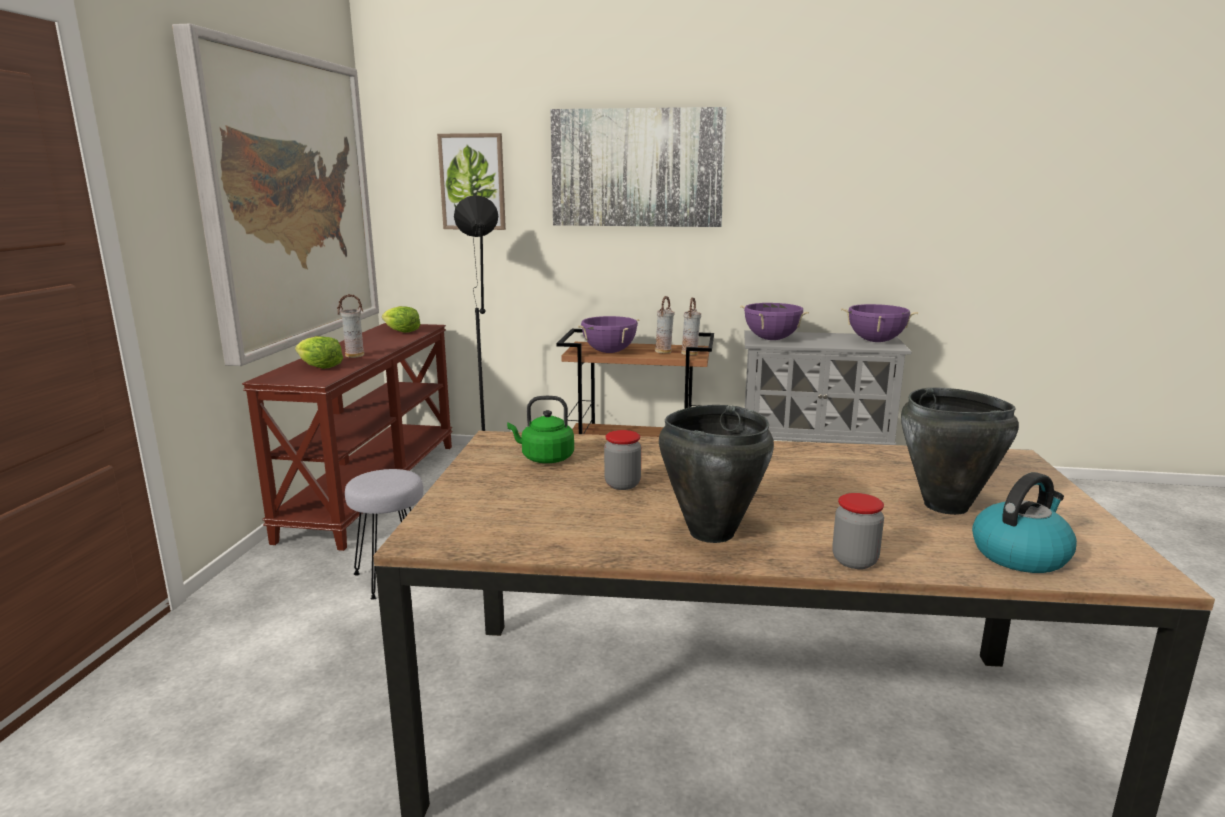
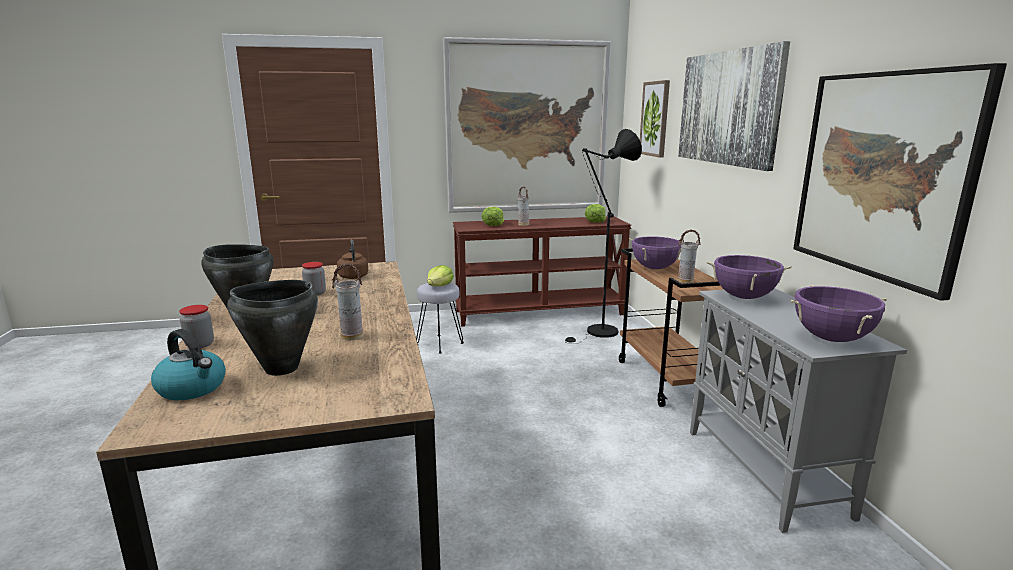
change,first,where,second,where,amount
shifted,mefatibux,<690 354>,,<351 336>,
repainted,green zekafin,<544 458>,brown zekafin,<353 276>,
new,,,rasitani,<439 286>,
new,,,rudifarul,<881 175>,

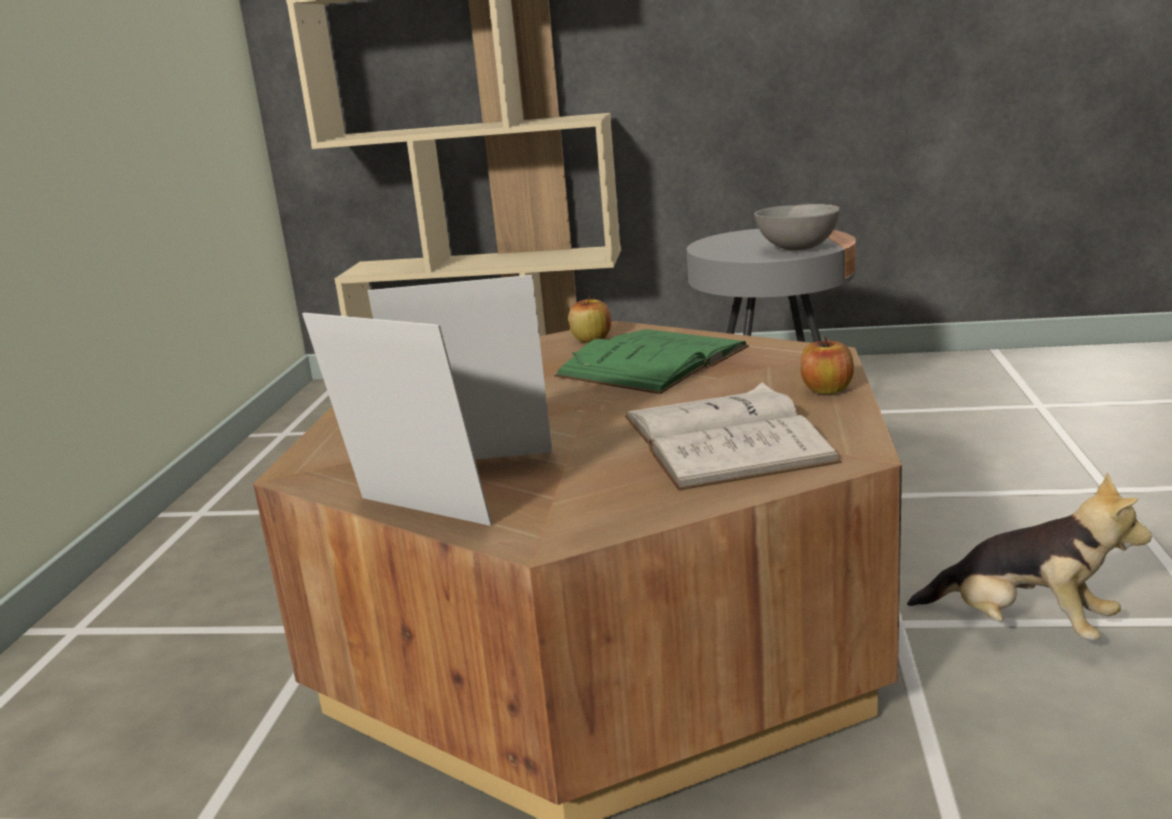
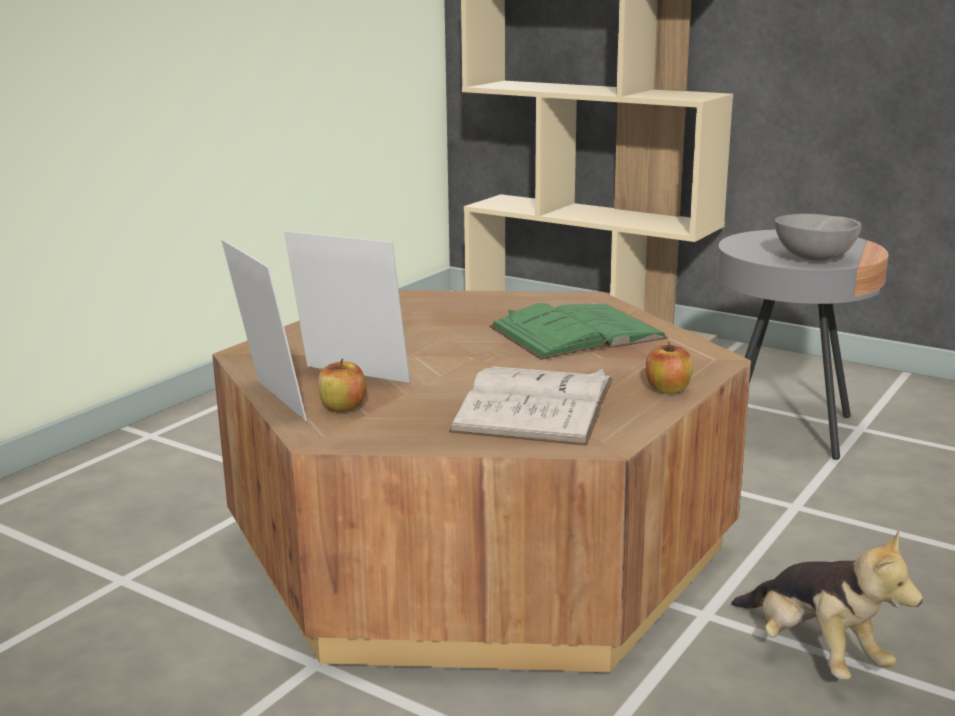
change,first,where,second,where,amount
shifted,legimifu,<591 339>,,<343 407>,

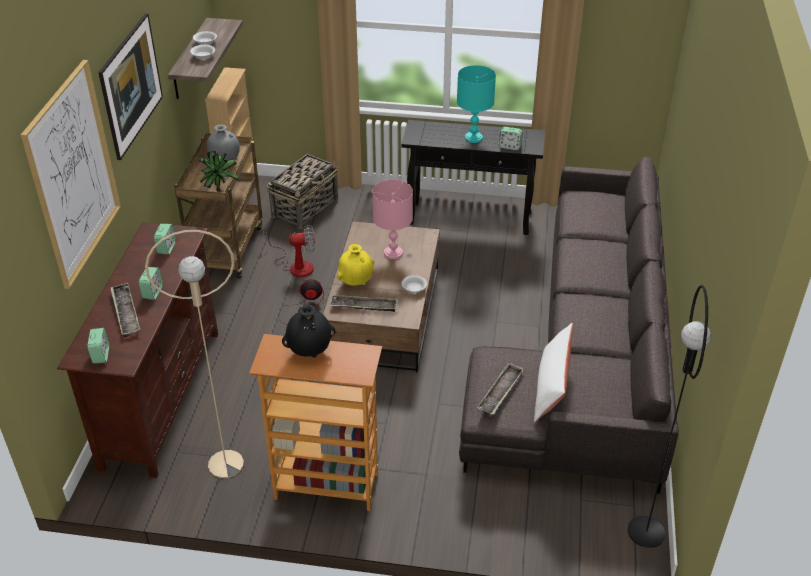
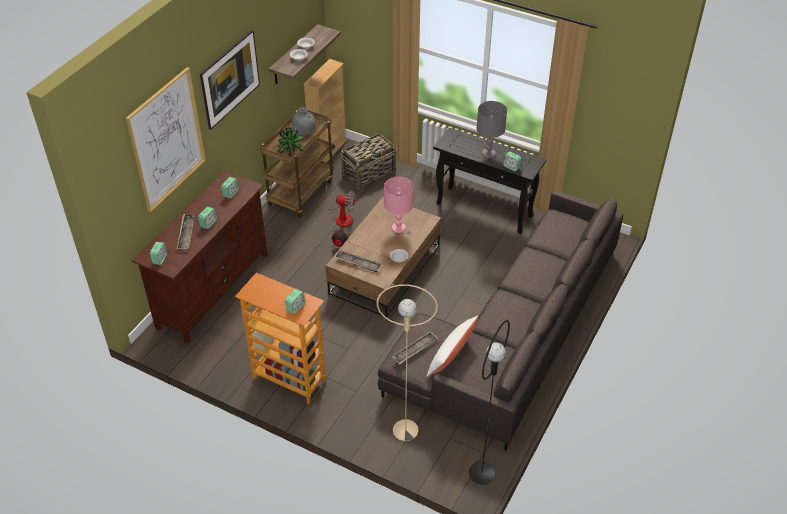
change,first,where,second,where,amount
new,,,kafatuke,<295 307>,
shifted,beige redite,<225 464>,,<405 430>,
repainted,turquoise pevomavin,<473 138>,grey pevomavin,<488 153>,
gone,black mefatibux,<310 351>,,,
gone,yellow mefatibux,<356 282>,,,

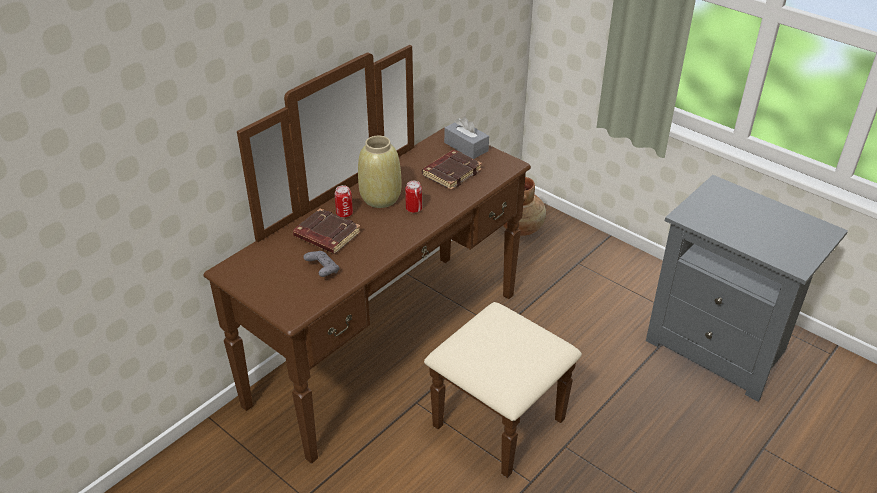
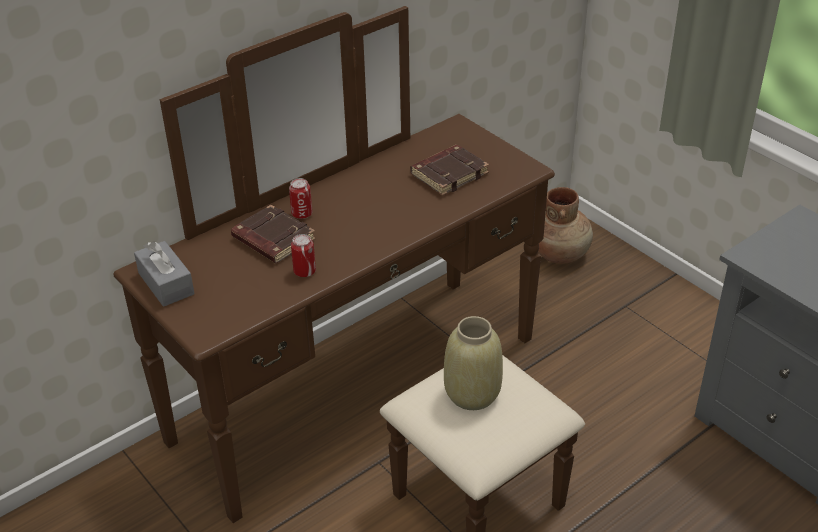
change,first,where,second,where,amount
shifted,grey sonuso,<466 147>,,<166 283>,
shifted,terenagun,<414 209>,,<304 271>,
shifted,beige mefatibux,<381 198>,,<473 394>,
gone,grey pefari,<322 270>,,,

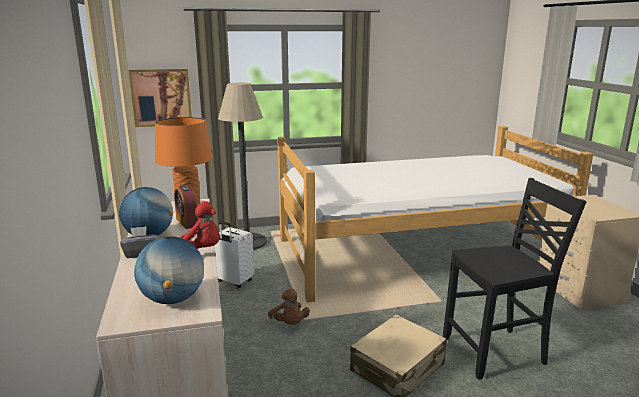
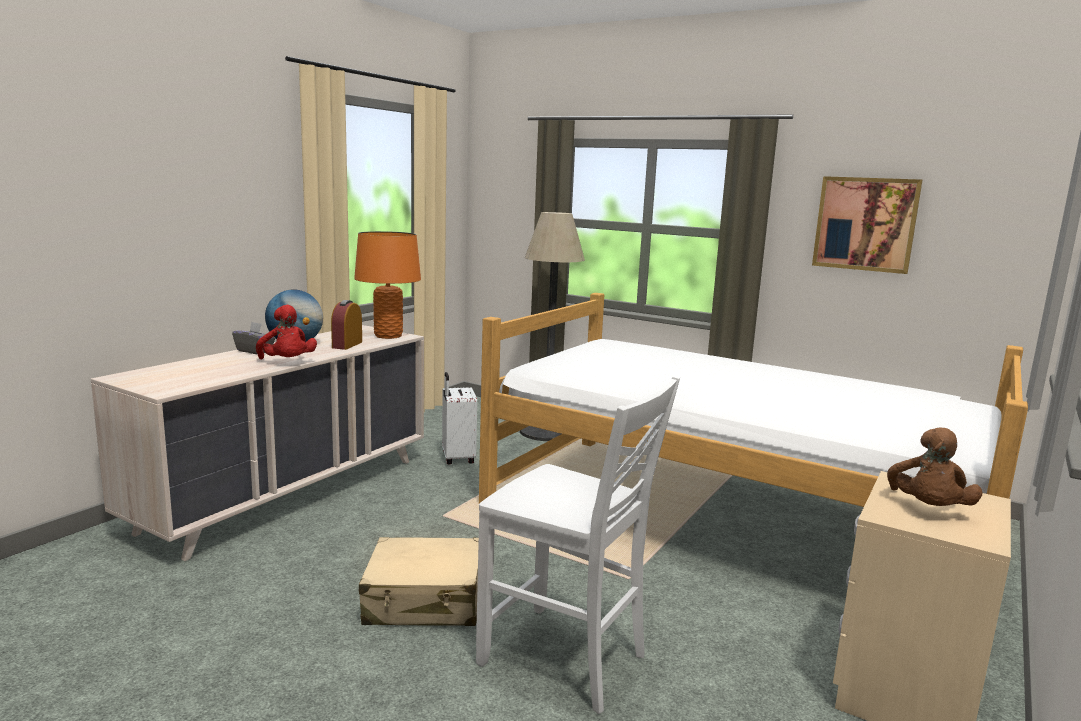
change,first,where,second,where,amount
repainted,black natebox,<496 352>,white natebox,<566 660>,
shifted,rudifarul,<161 97>,,<865 224>,
shifted,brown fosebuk,<289 324>,,<928 509>,
gone,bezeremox,<173 299>,,,

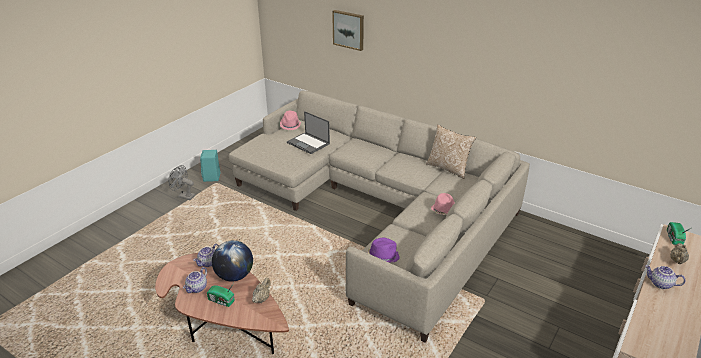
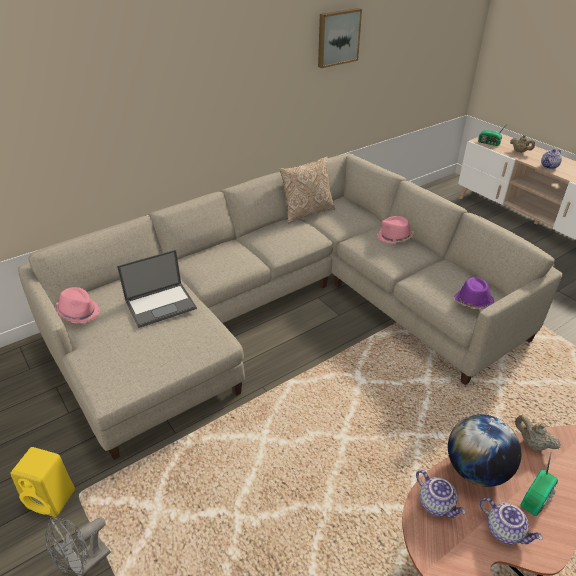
change,first,where,second,where,amount
repainted,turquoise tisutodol,<212 177>,yellow tisutodol,<53 498>,
shifted,rudifarul,<349 29>,,<337 37>,

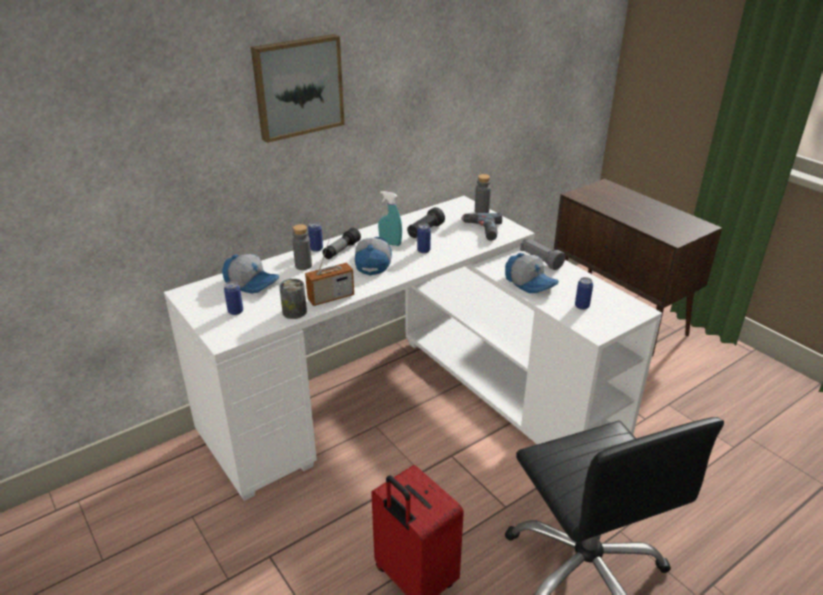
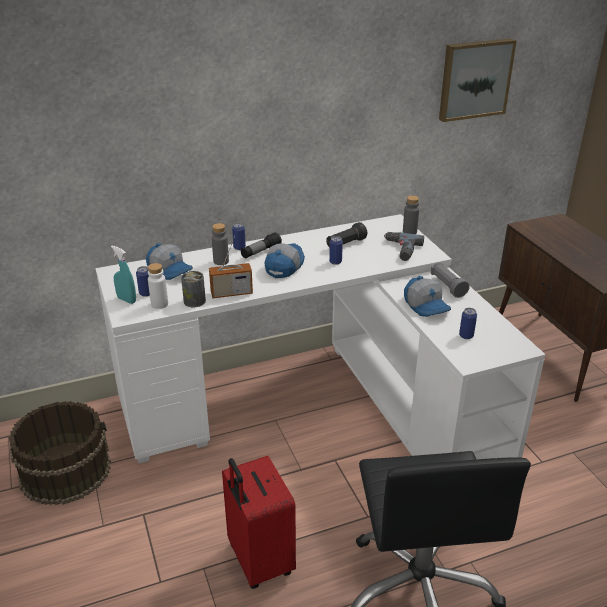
change,first,where,second,where,amount
new,,,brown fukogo,<65 470>,
shifted,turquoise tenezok,<390 243>,,<126 300>,
new,,,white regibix,<159 304>,
shifted,rudifarul,<297 86>,,<474 79>,

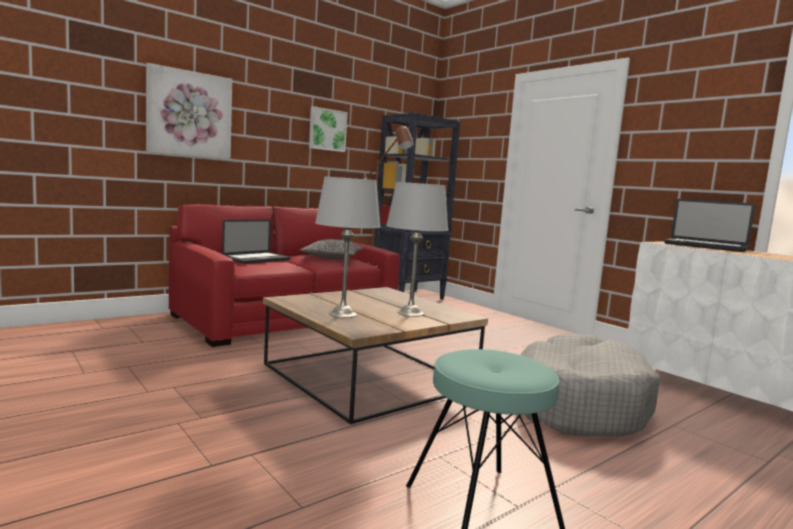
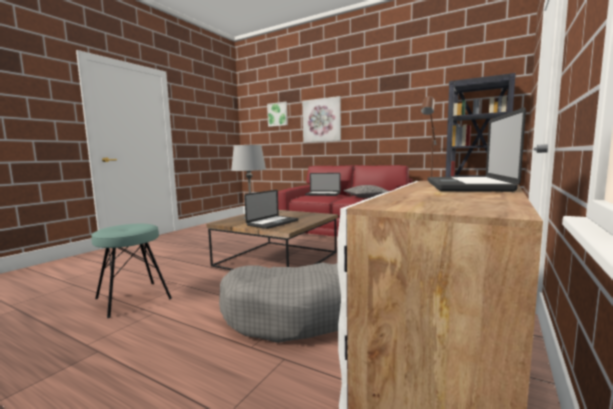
change,first,where,second,where,amount
swapped,grey pevomavin,<410 313>,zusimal,<273 223>,
shifted,rudifarul,<327 130>,,<278 114>,

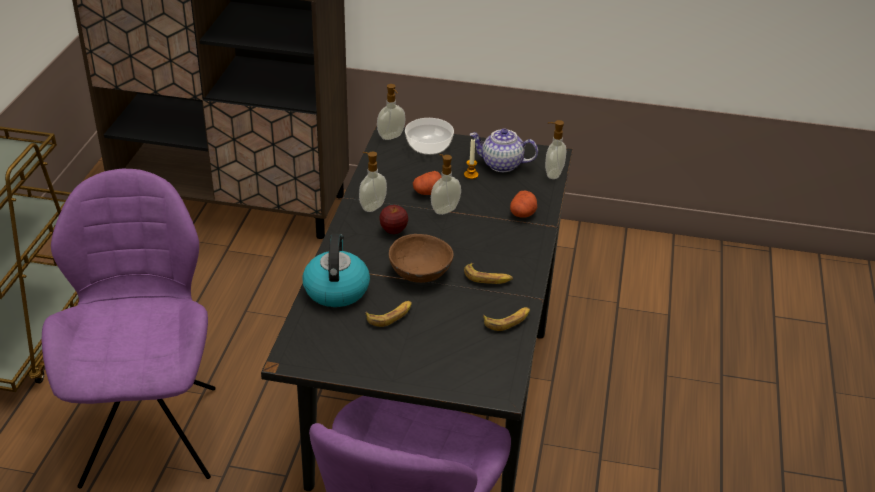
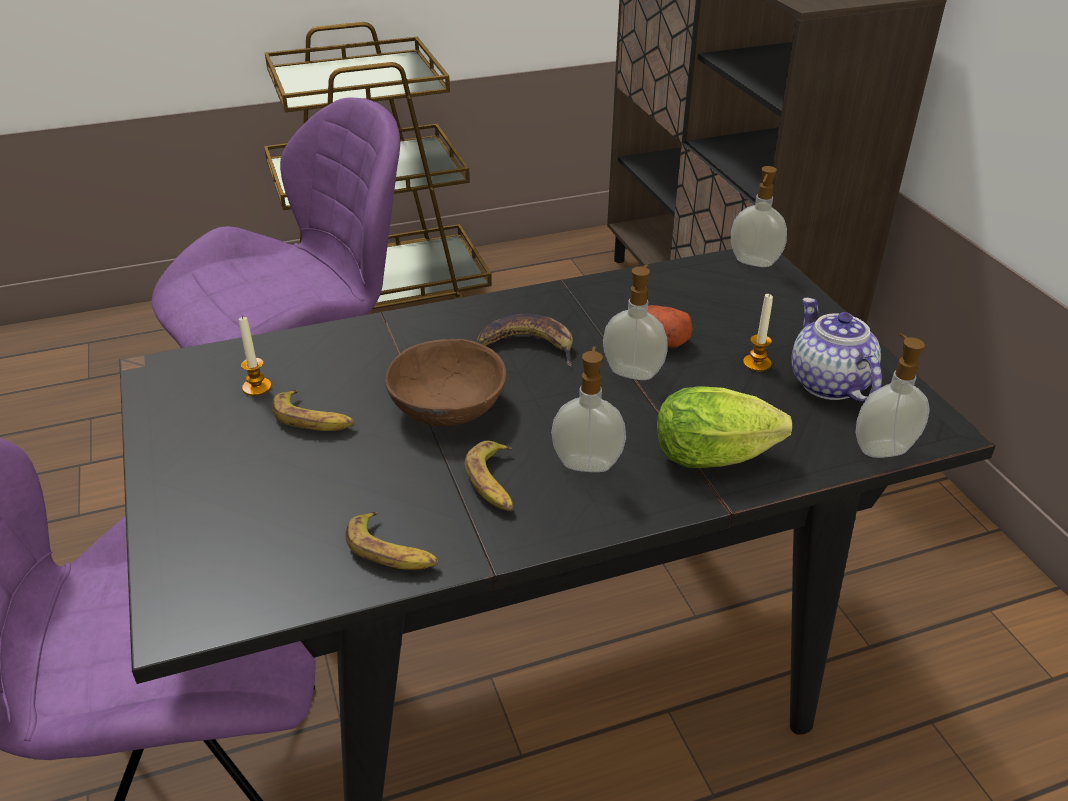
change,first,where,second,where,amount
new,,,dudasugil,<257 387>,
swapped,legimifu,<393 230>,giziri,<528 346>,
shifted,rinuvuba,<372 206>,,<587 463>,
swapped,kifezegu,<523 213>,rasitani,<720 457>,
gone,zekafin,<336 289>,,,
gone,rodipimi,<429 146>,,,

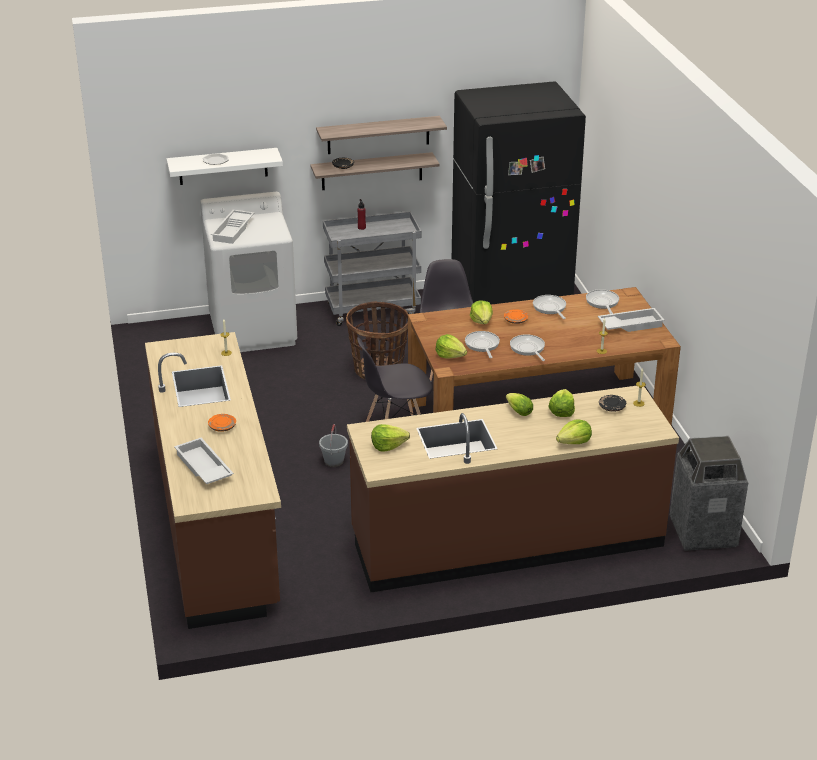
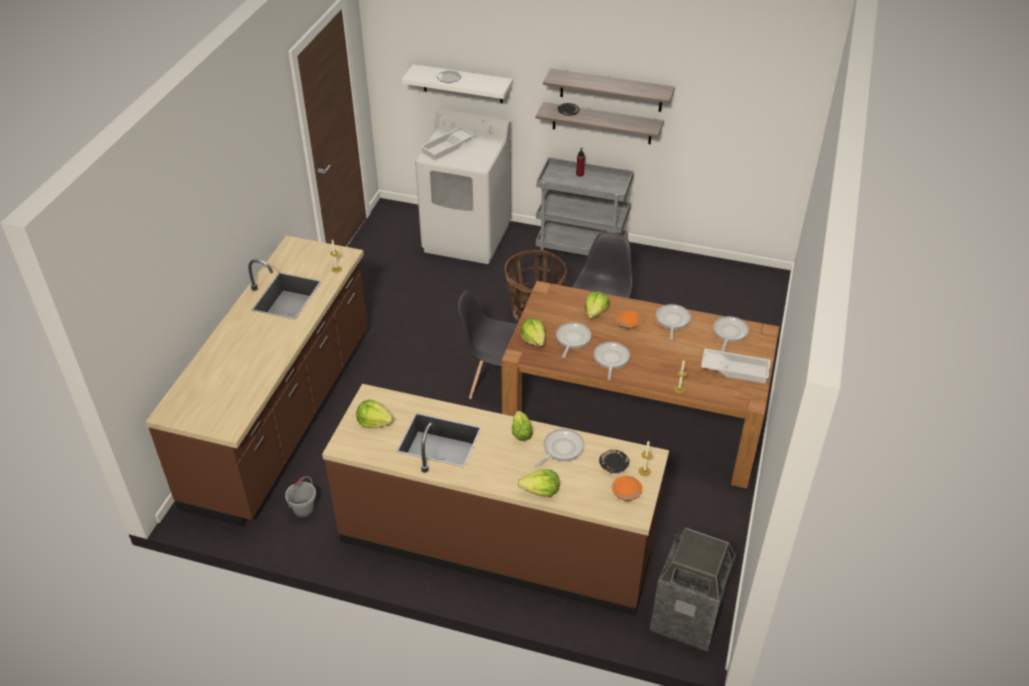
change,first,where,second,where,amount
shifted,grey fukogo,<334 461>,,<304 509>,
swapped,rasitani,<561 411>,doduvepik,<561 449>,
shifted,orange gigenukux,<222 427>,,<626 492>,
gone,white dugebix,<202 467>,,,
gone,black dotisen,<511 301>,,,

